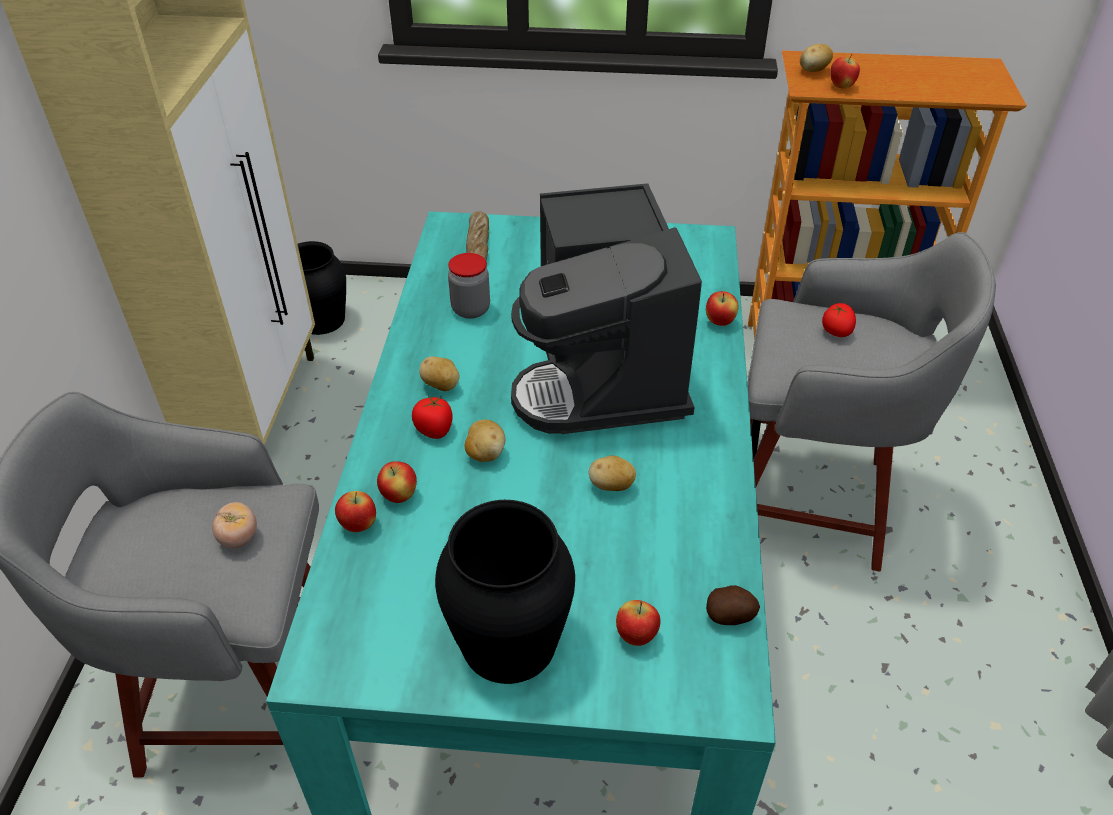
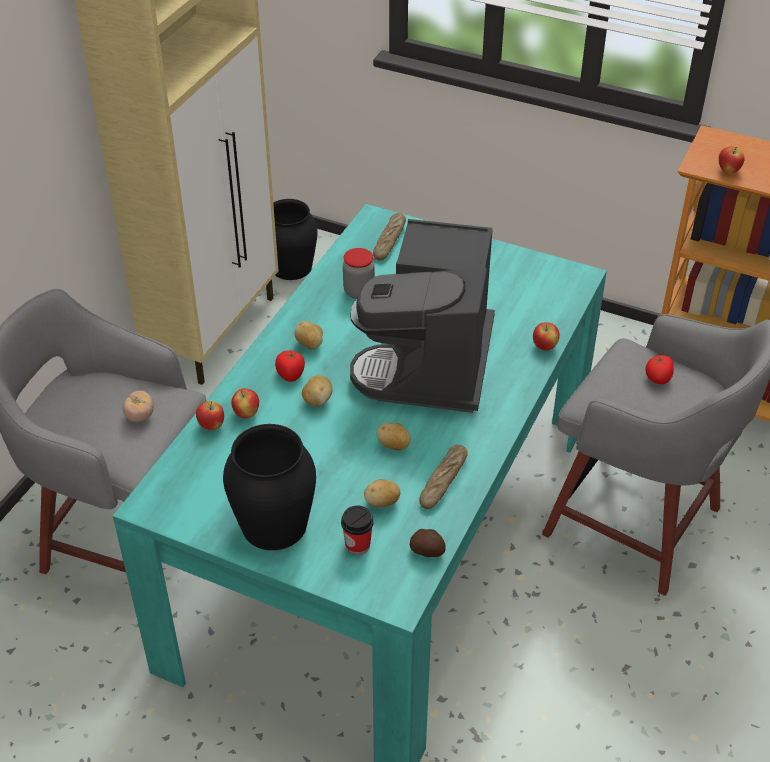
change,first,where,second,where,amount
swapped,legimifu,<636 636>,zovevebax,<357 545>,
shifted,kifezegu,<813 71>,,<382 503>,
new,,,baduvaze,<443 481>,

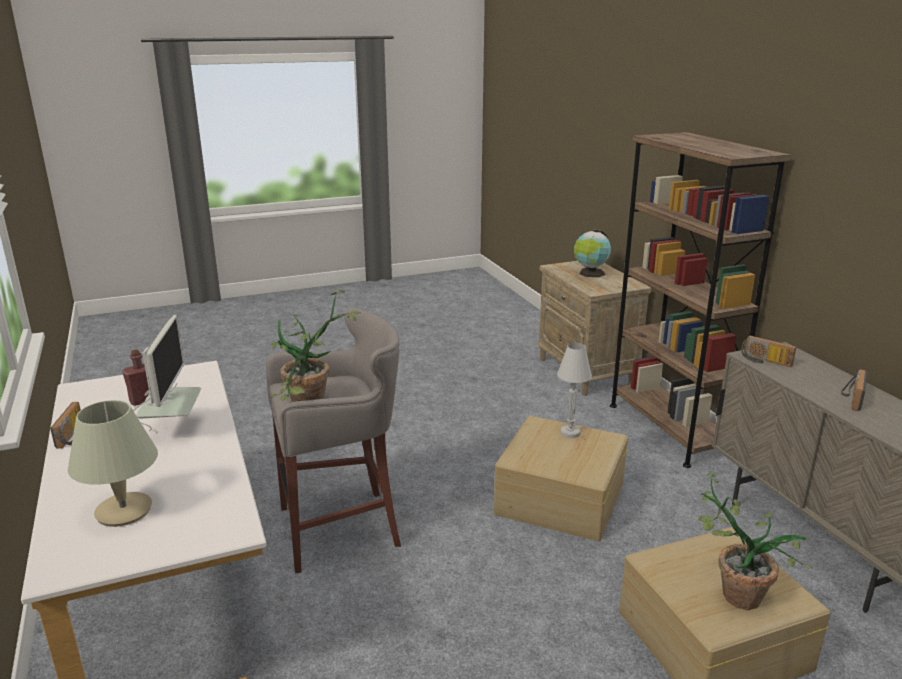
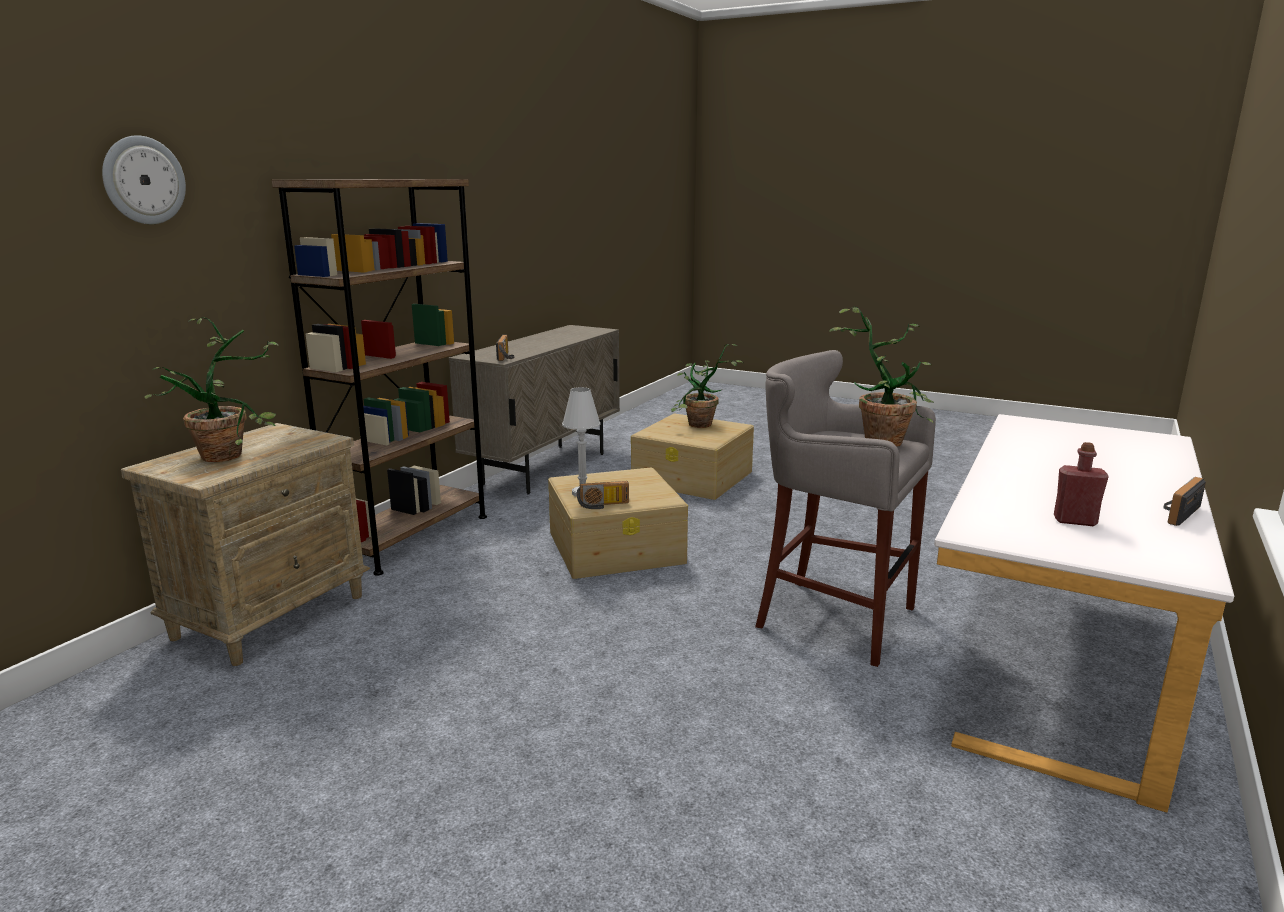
change,first,where,second,where,amount
new,,,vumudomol,<143 180>,
swapped,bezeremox,<590 273>,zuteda,<233 454>,
shifted,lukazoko,<851 397>,,<603 505>,
gone,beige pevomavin,<124 511>,,,
gone,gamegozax,<172 430>,,,

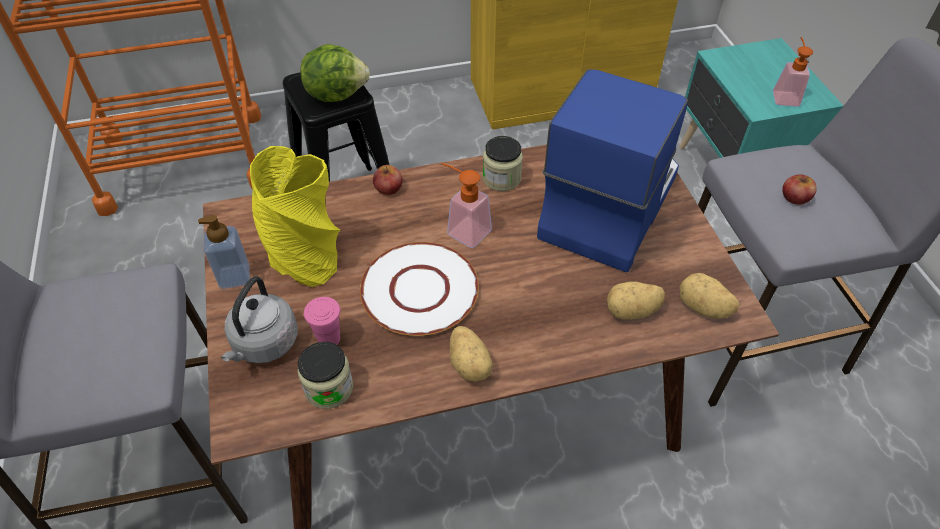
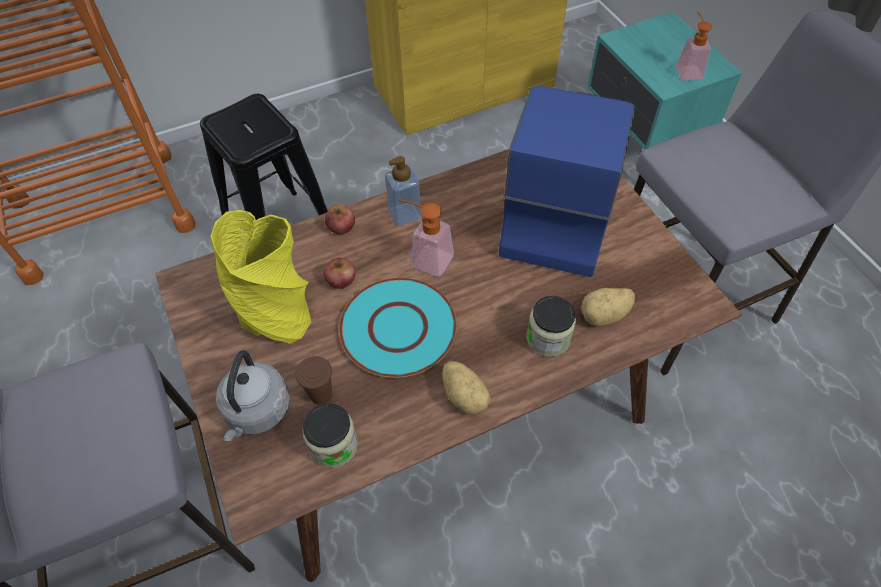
change,first,where,second,where,amount
repainted,pink zovevebax,<329 339>,brown zovevebax,<321 394>,
shifted,legimifu,<795 197>,,<341 279>,
repainted,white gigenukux,<420 290>,turquoise gigenukux,<399 328>,
shifted,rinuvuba,<234 276>,,<404 214>,
shifted,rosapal,<501 178>,,<548 338>,
gone,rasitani,<336 93>,,,
gone,kifezegu,<703 308>,,,

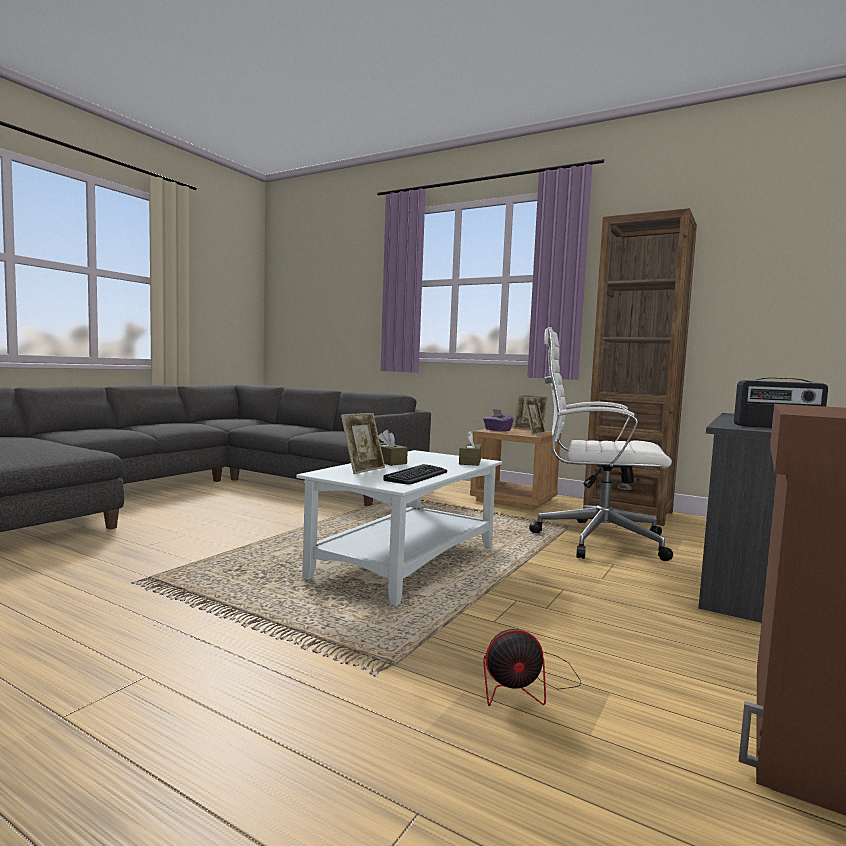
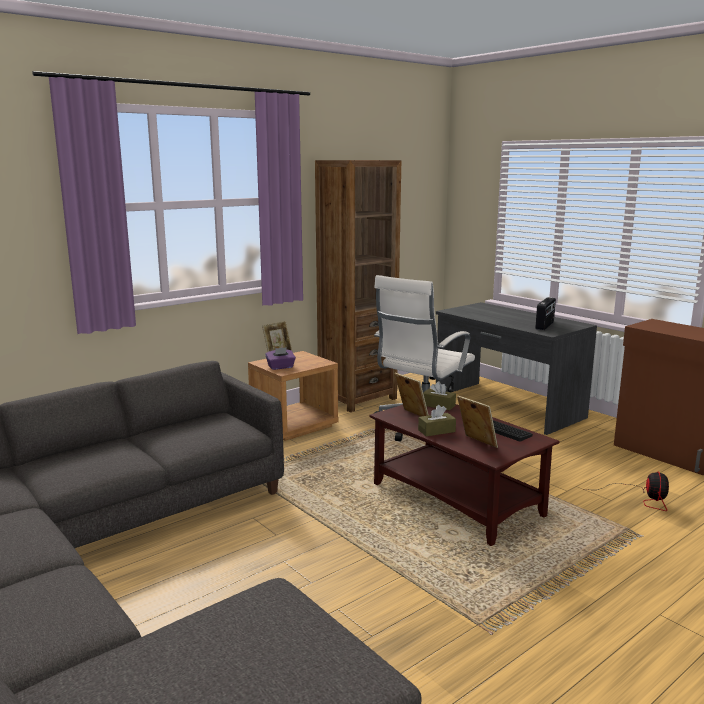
change,first,where,second,where,amount
repainted,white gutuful,<406 561>,brown gutuful,<454 499>,
shifted,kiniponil,<533 433>,,<411 416>,

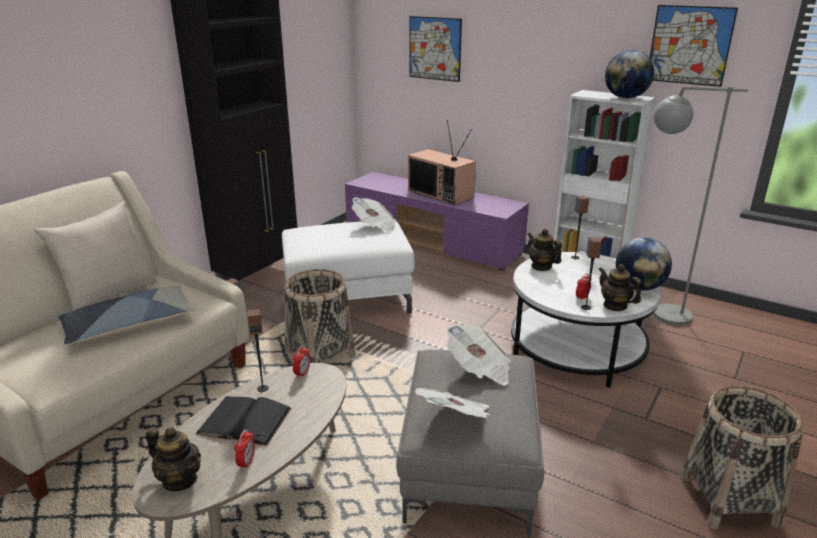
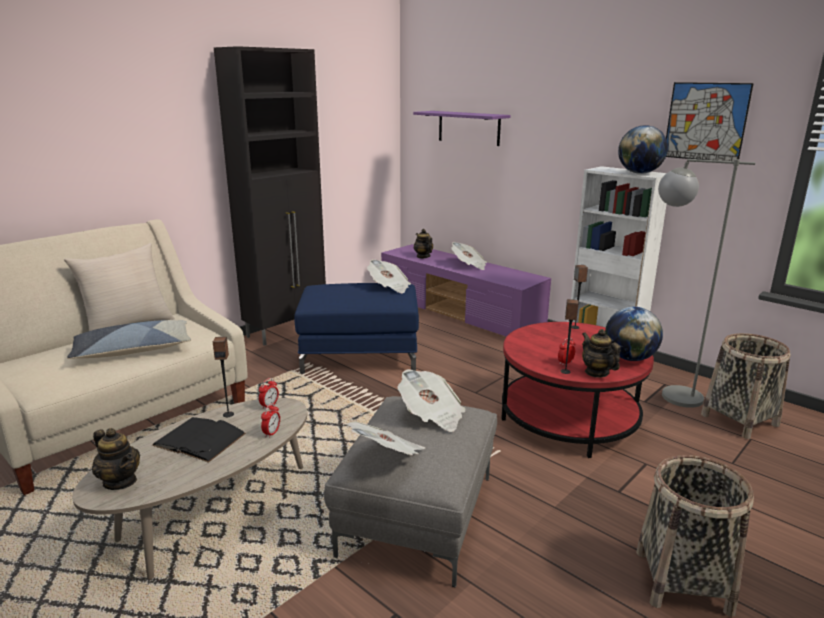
change,first,where,second,where,amount
shifted,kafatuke,<246 463>,,<271 433>,
repainted,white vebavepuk,<348 299>,blue vebavepuk,<360 356>,
swapped,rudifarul,<434 48>,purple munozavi,<468 128>,
shifted,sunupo,<541 266>,,<423 256>,
swapped,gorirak,<442 194>,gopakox,<469 265>,
repainted,white gutuful,<576 348>,red gutuful,<569 418>,
shifted,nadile,<320 354>,,<739 420>,

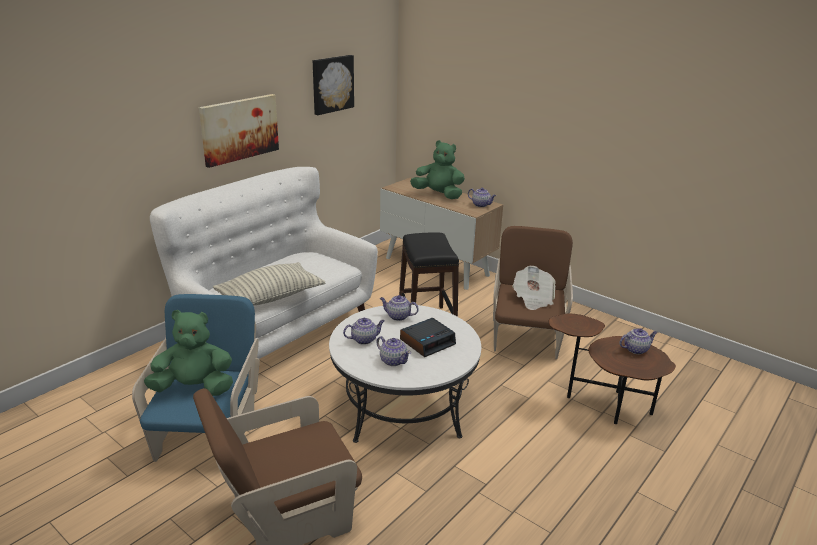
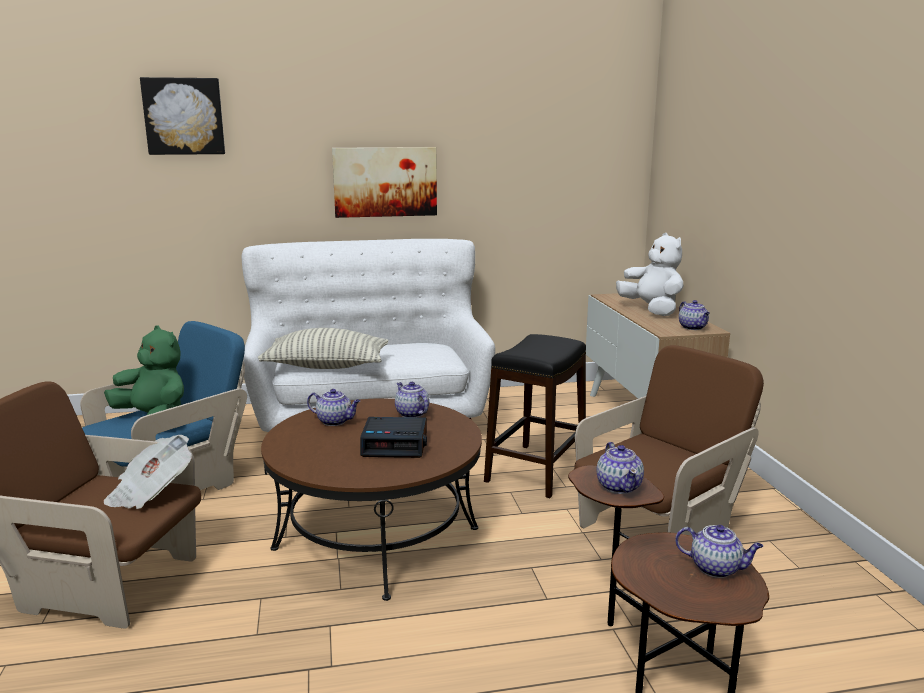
change,first,where,second,where,amount
shifted,gopakox,<533 299>,,<150 493>,
shifted,rudifarul,<332 84>,,<184 116>,
repainted,white gutuful,<403 405>,brown gutuful,<377 538>,
shifted,sunupo,<393 360>,,<619 486>,
repainted,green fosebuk,<438 195>,white fosebuk,<652 310>,

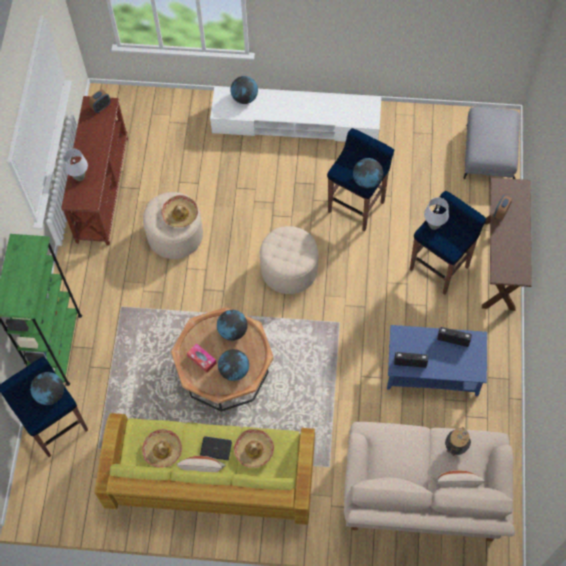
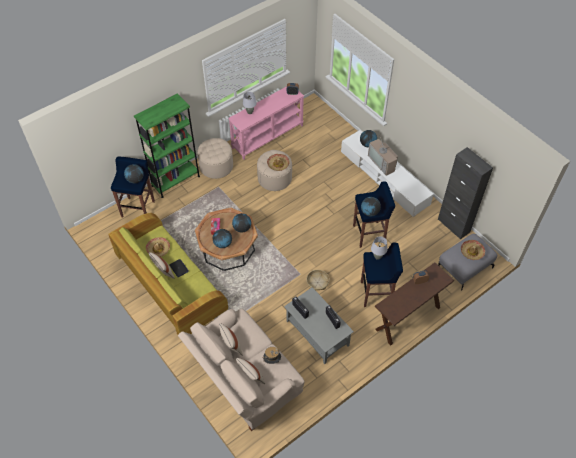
change,first,where,second,where,amount
shifted,beige vebavepuk,<289 269>,,<216 166>,
new,,,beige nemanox,<231 346>,
repainted,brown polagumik,<101 189>,pink polagumik,<267 136>,
repainted,blue gutuful,<432 370>,grey gutuful,<317 333>,
new,,,nadile,<317 282>,
new,,,gorirak,<383 162>,
new,,,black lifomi,<453 225>,
shifted,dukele,<254 450>,,<472 252>,

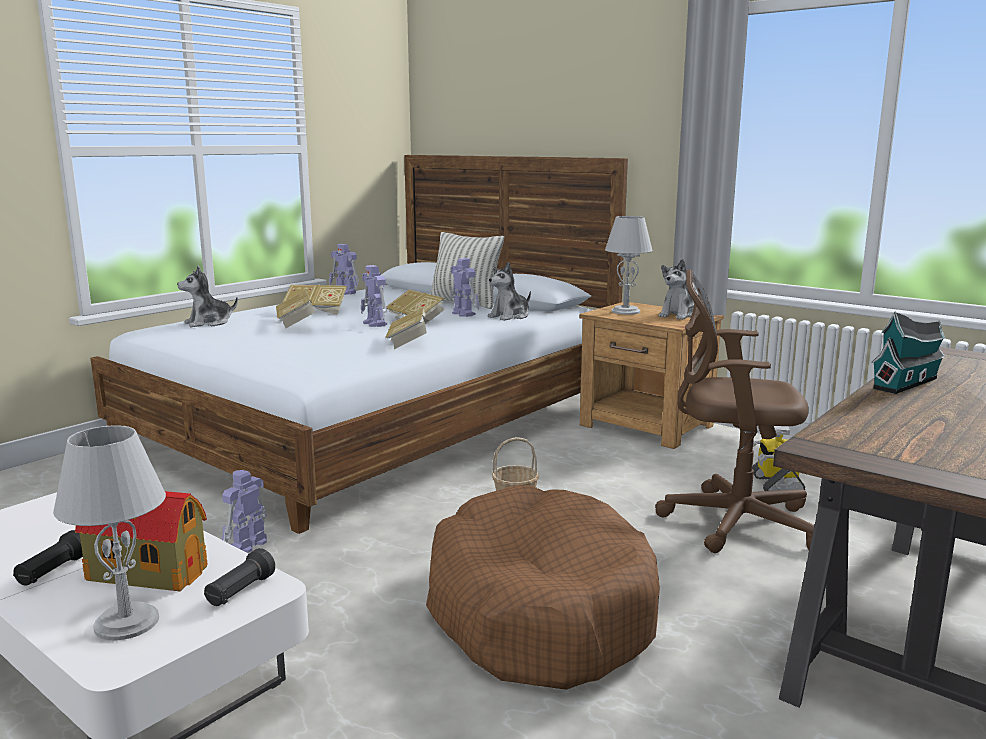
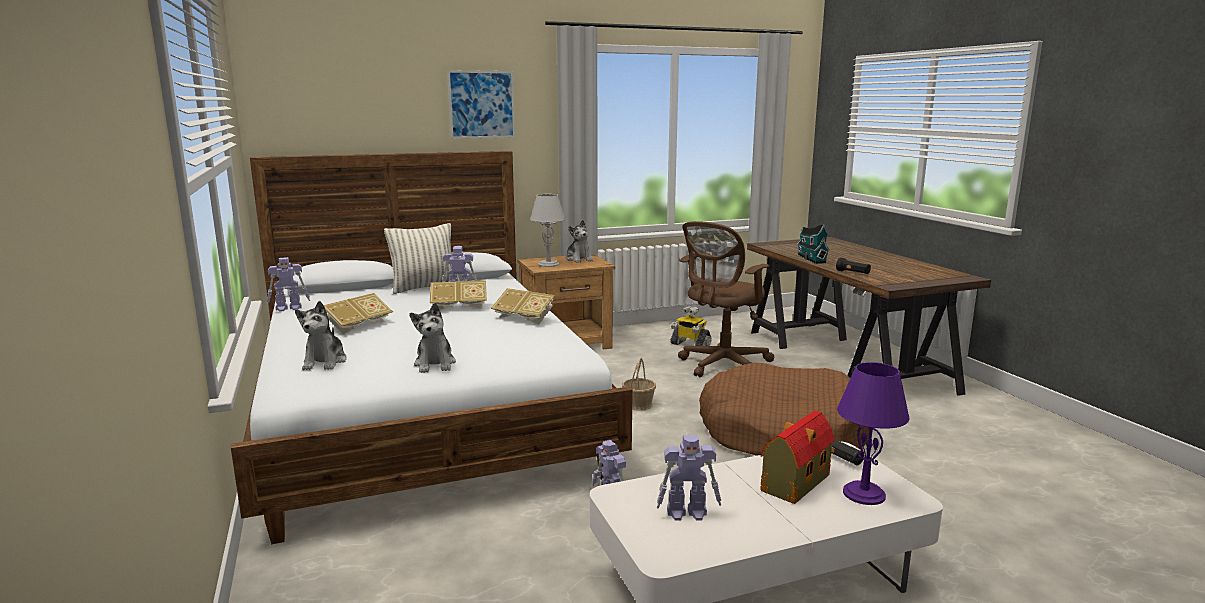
change,first,where,second,where,amount
shifted,fosebuk,<510 316>,,<435 364>,
new,,,rudifarul,<482 104>,
shifted,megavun,<375 324>,,<688 513>,
shifted,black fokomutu,<52 572>,,<853 273>,
repainted,grey pevomavin,<126 622>,purple pevomavin,<863 494>,
gone,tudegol,<295 322>,,,

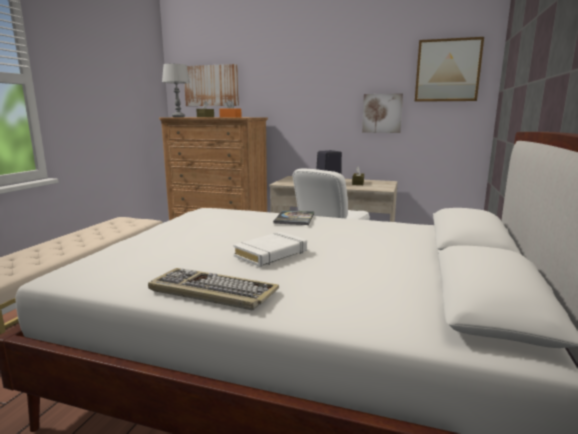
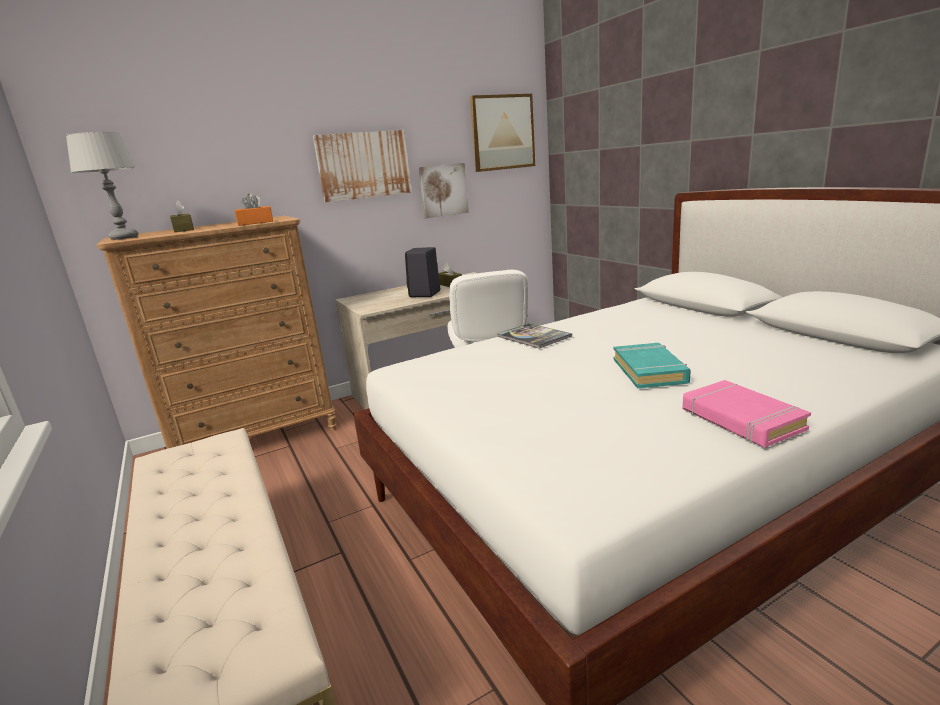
change,first,where,second,where,amount
shifted,rudifarul,<211 85>,,<364 165>,
repainted,white tudegol,<271 254>,turquoise tudegol,<649 371>,
swapped,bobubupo,<211 291>,pink tudegol,<740 419>,

